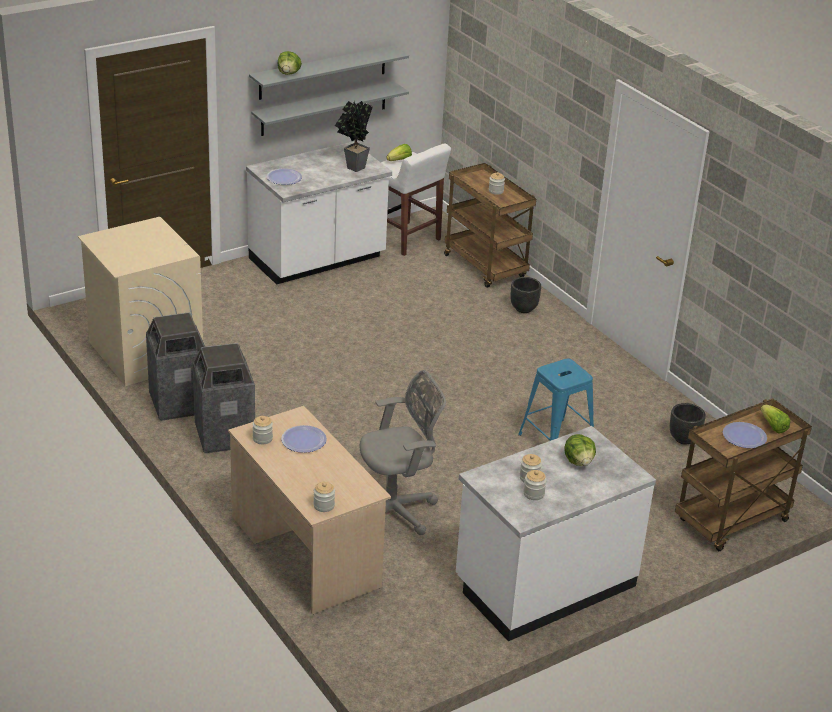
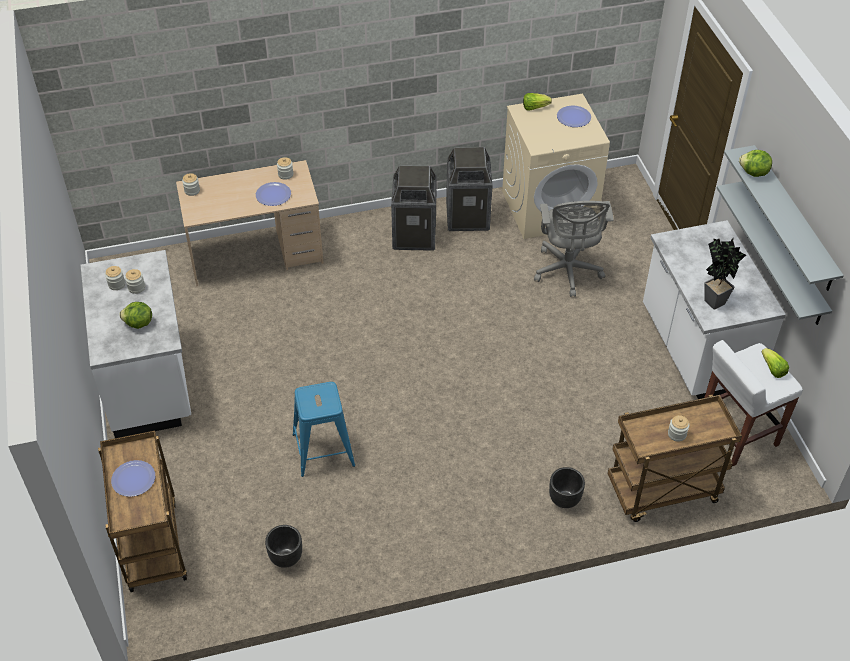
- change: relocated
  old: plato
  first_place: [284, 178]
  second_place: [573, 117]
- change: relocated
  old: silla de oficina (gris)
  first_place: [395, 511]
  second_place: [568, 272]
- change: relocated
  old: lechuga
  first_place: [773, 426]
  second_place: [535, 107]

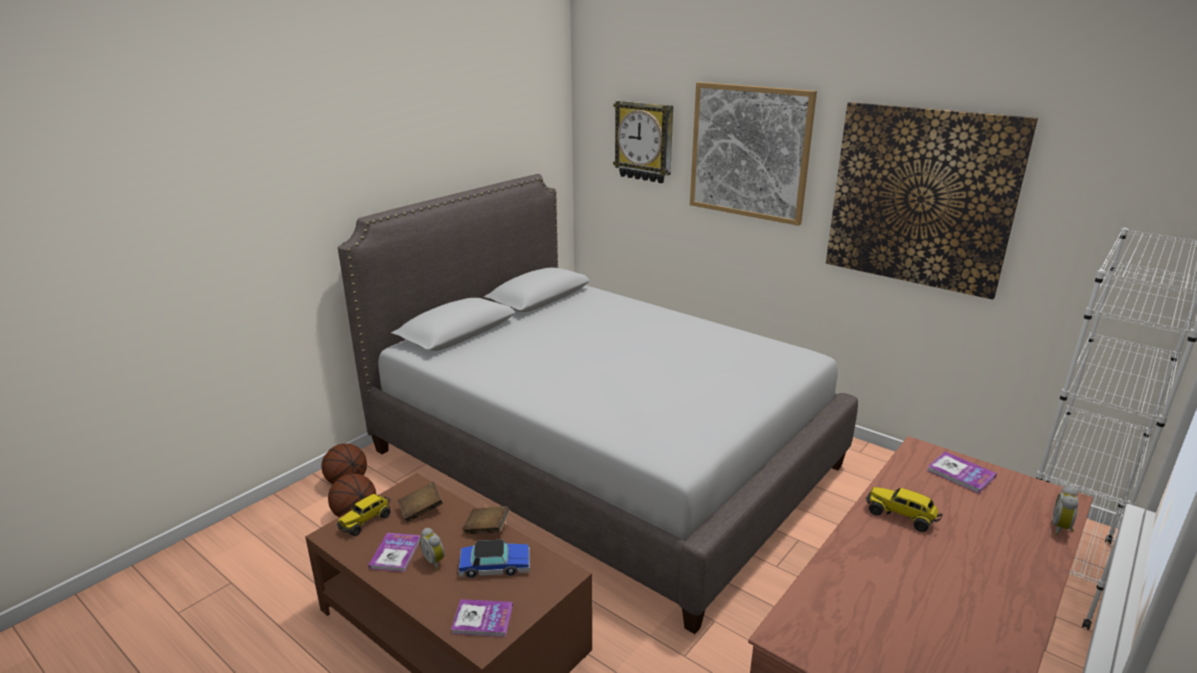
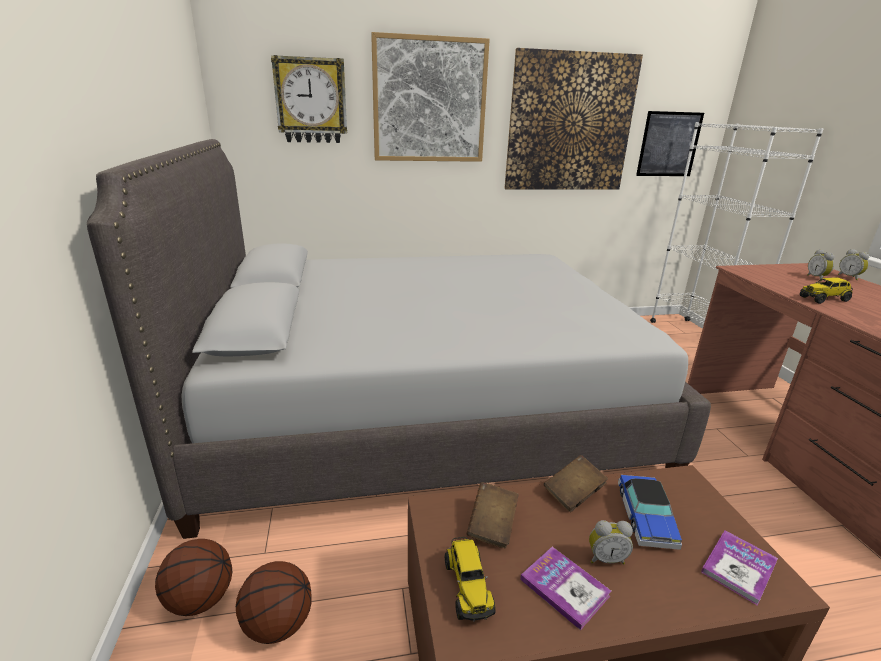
- change: missing
  old: libro
  first_place: [960, 474]
- change: appeared
  new: cuadro
  second_place: [669, 144]
- change: appeared
  new: despertador
  second_place: [817, 278]
- change: spun
  old: coche de juguete
  first_place: [495, 566]
  second_place: [645, 517]
  degrees: 150

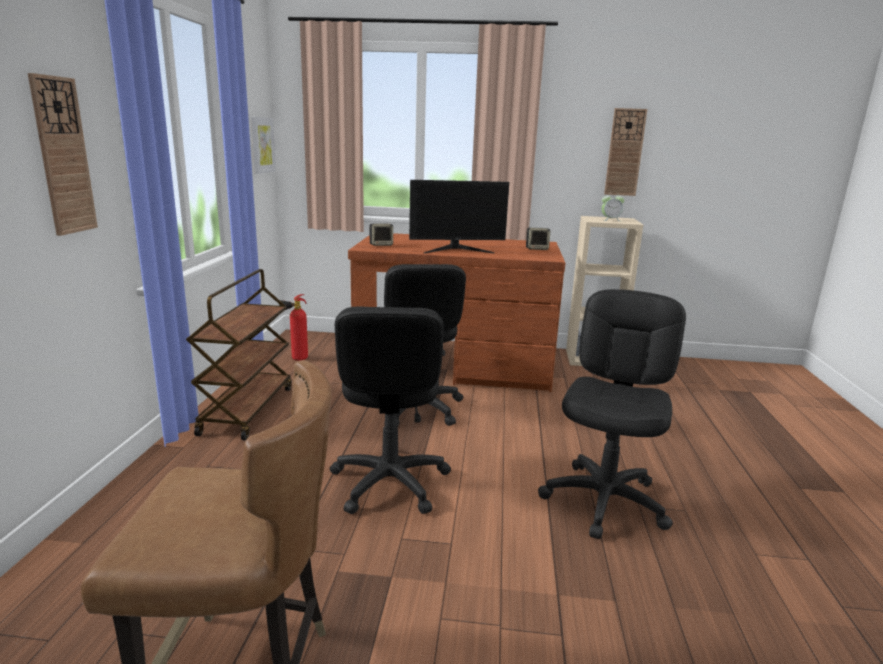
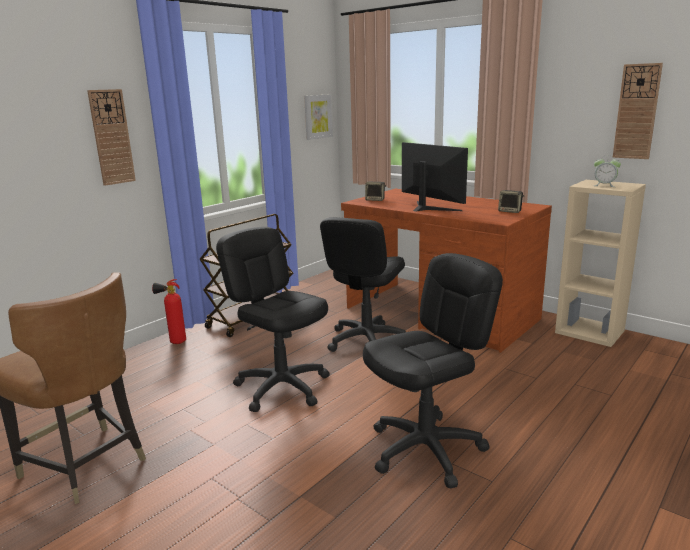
- change: relocated
  old: extintor
  first_place: [296, 360]
  second_place: [174, 342]
- change: spun
  old: silla de oficina (negro)
  first_place: [389, 482]
  second_place: [282, 387]
  degrees: 105
- change: spun
  old: monitor
  first_place: [456, 250]
  second_place: [428, 208]
  degrees: -150

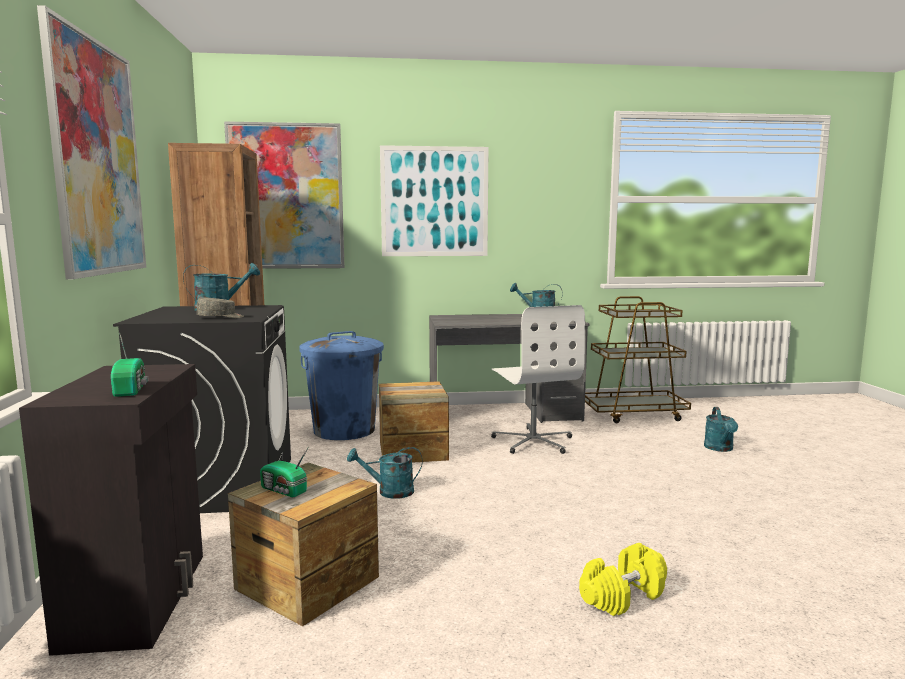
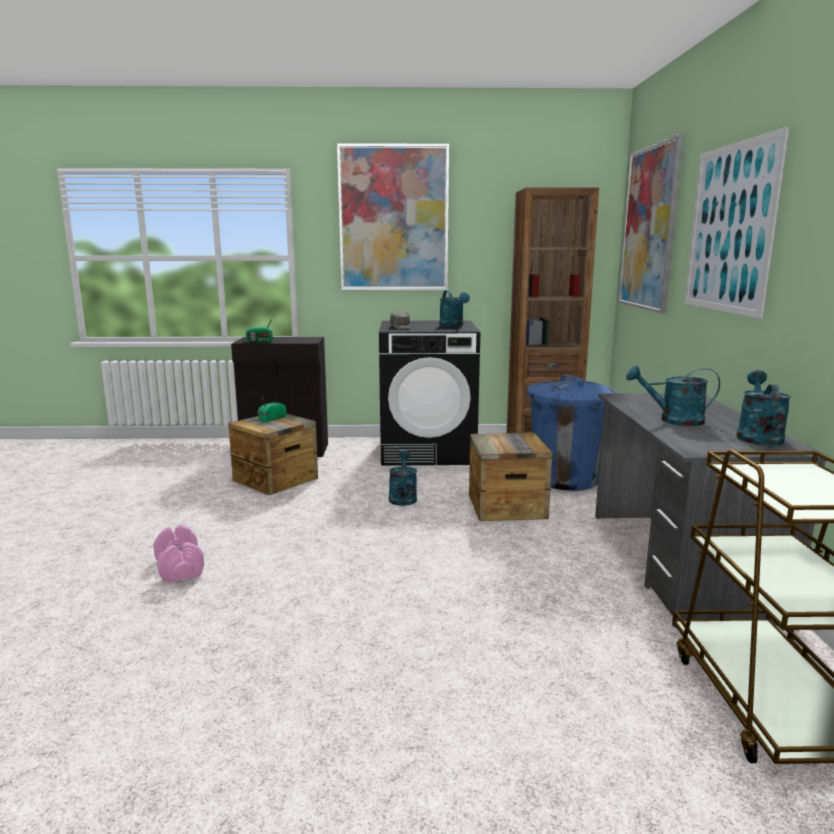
- change: missing
  old: silla de oficina (blanco)
  first_place: [533, 441]
- change: relocated
  old: regadera (turquesa)
  first_place: [720, 449]
  second_place: [673, 420]
- change: colour
  old: mancuerna (amarillo)
  new: mancuerna (rosa)
  first_place: [623, 596]
  second_place: [179, 568]

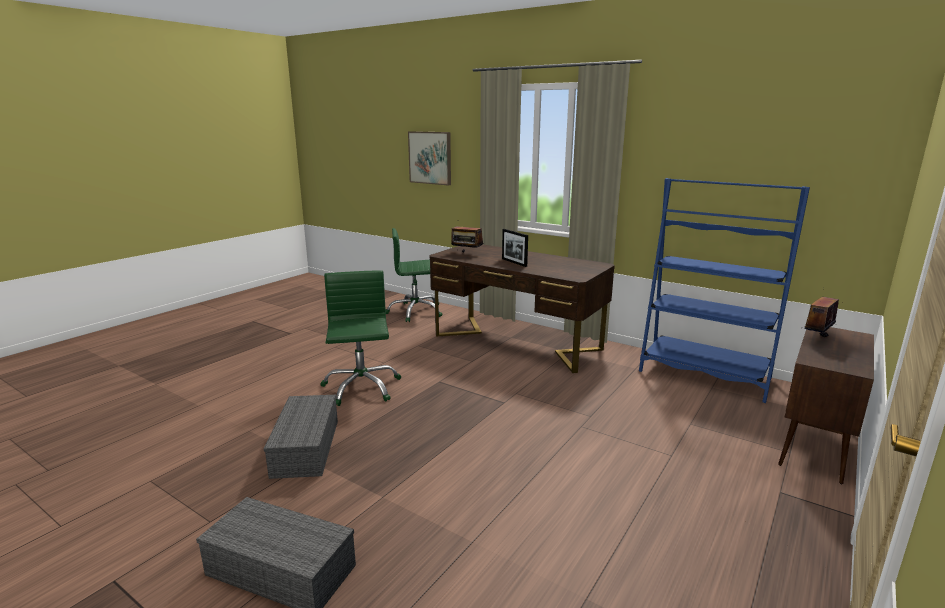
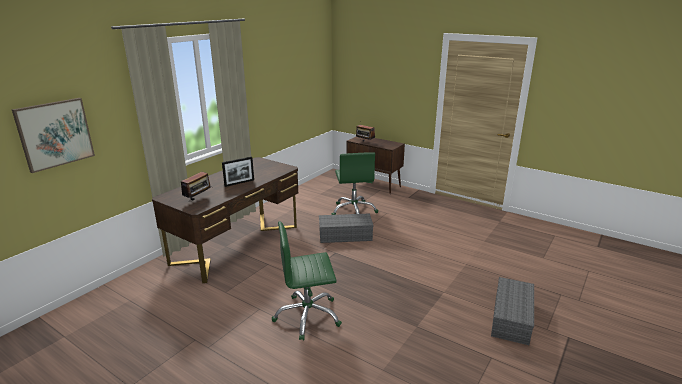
- change: missing
  old: estantería (azul)
  first_place: [704, 375]
- change: relocated
  old: caja de almacenaje (gris)
  first_place: [307, 448]
  second_place: [346, 235]
- change: relocated
  old: silla de oficina (verde)
  first_place: [415, 312]
  second_place: [354, 211]

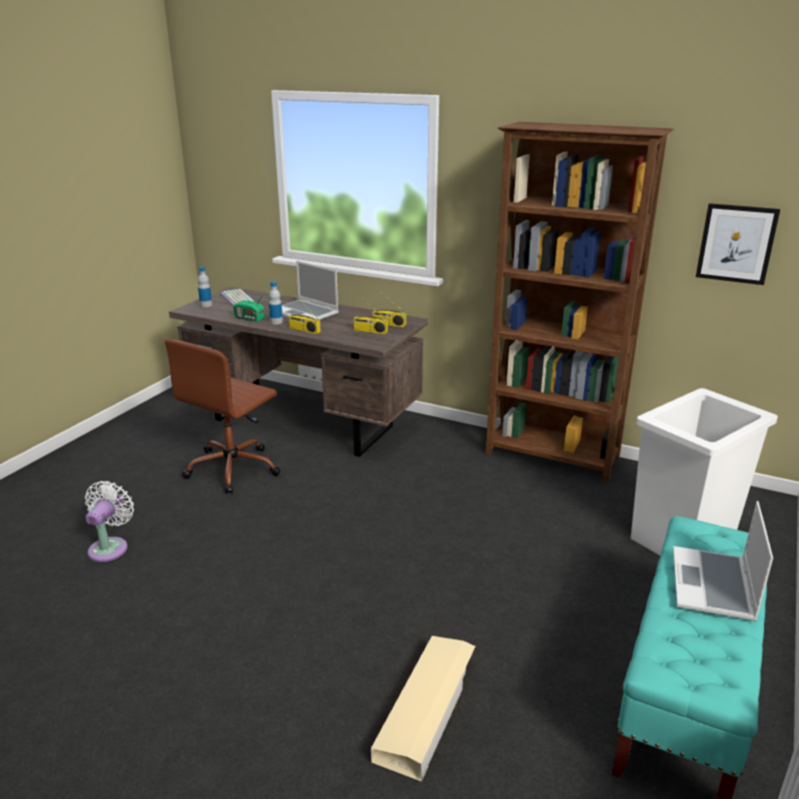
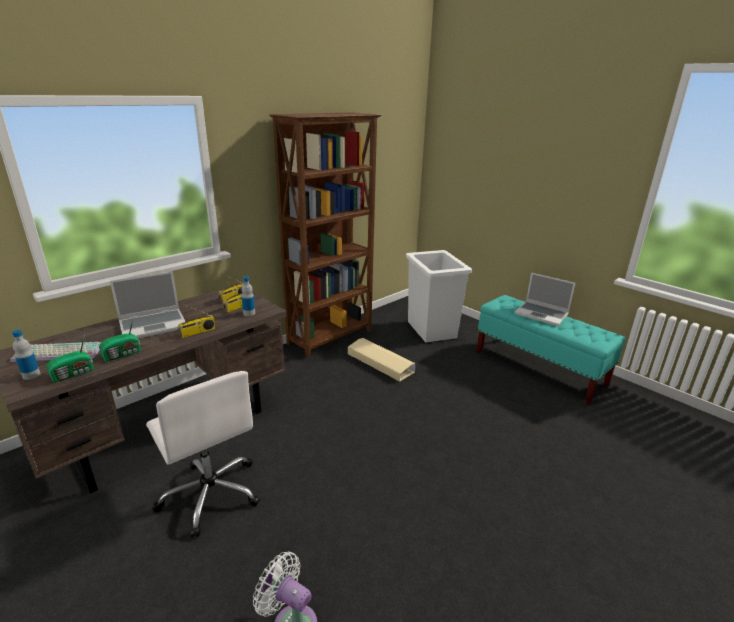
- change: missing
  old: cuadro
  first_place: [736, 243]
- change: appeared
  new: radio
  second_place: [74, 373]
- change: relocated
  old: botella
  first_place: [276, 322]
  second_place: [249, 313]
- change: relocated
  old: caja de almacenaje (beis)
  first_place: [427, 709]
  second_place: [380, 363]
- change: colour
  old: silla de oficina (marrón)
  new: silla de oficina (blanco)
  first_place: [234, 468]
  second_place: [211, 493]

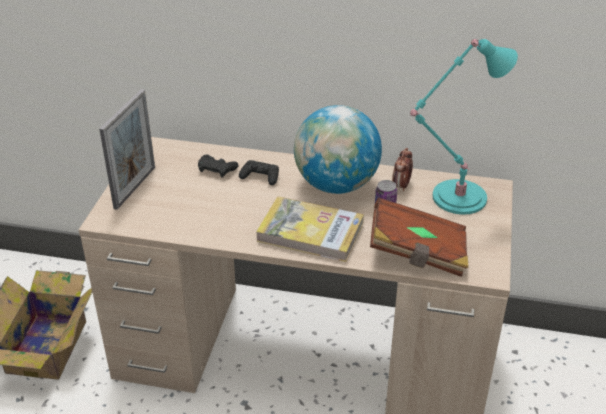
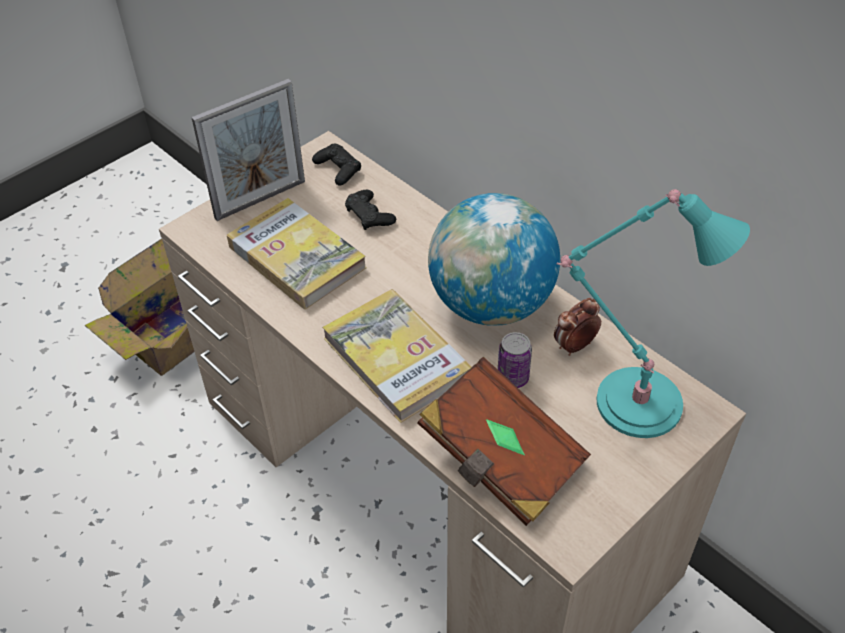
- change: appeared
  new: libro
  second_place: [296, 257]
- change: relocated
  old: mando de consola (negro)
  first_place: [260, 176]
  second_place: [338, 169]

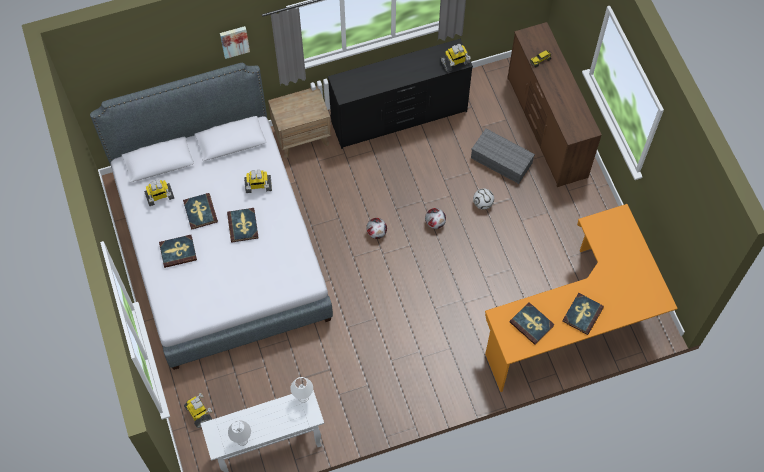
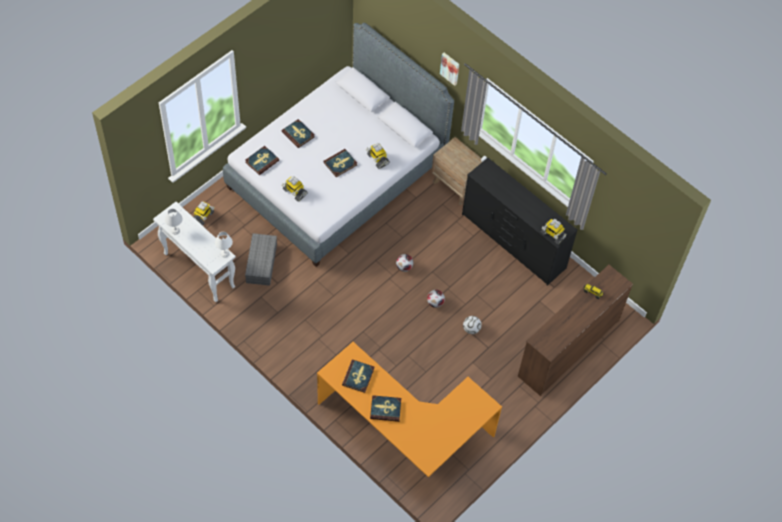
- change: relocated
  old: robot de juguete
  first_place: [159, 197]
  second_place: [294, 192]
- change: relocated
  old: libro
  first_place: [200, 212]
  second_place: [262, 161]
- change: relocated
  old: caja de almacenaje (gris)
  first_place: [500, 160]
  second_place: [261, 263]

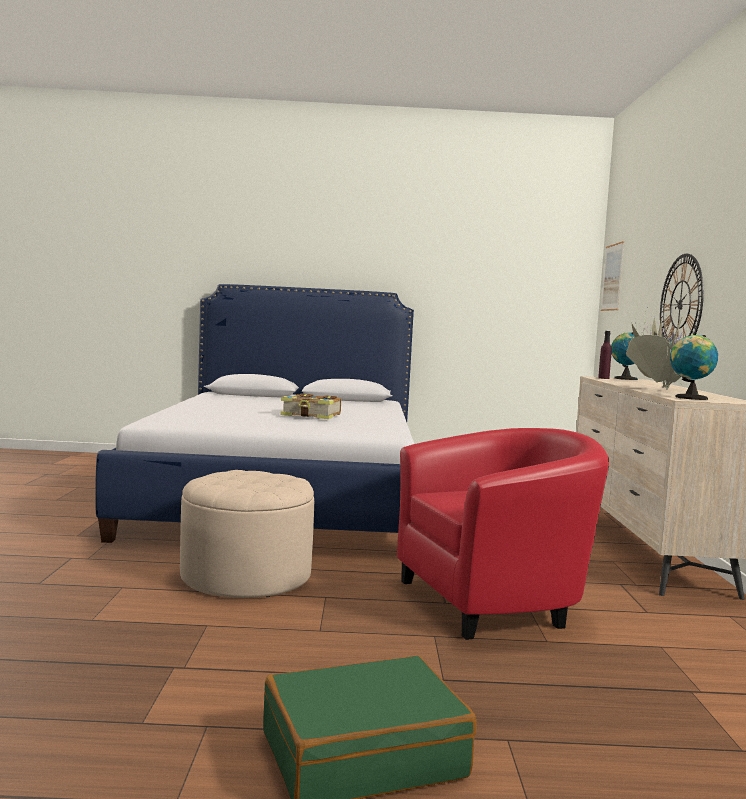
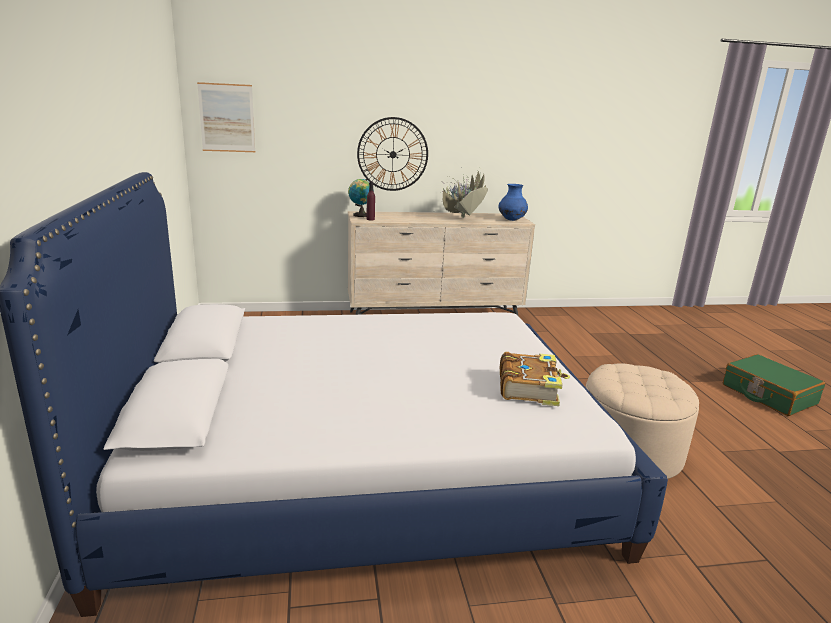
- change: missing
  old: sillón (rojo)
  first_place: [496, 602]
- change: relocated
  old: libro
  first_place: [312, 416]
  second_place: [529, 388]
- change: exchanged
  old: globo terráqueo
  new: florero (azul)
  first_place: [689, 398]
  second_place: [511, 220]

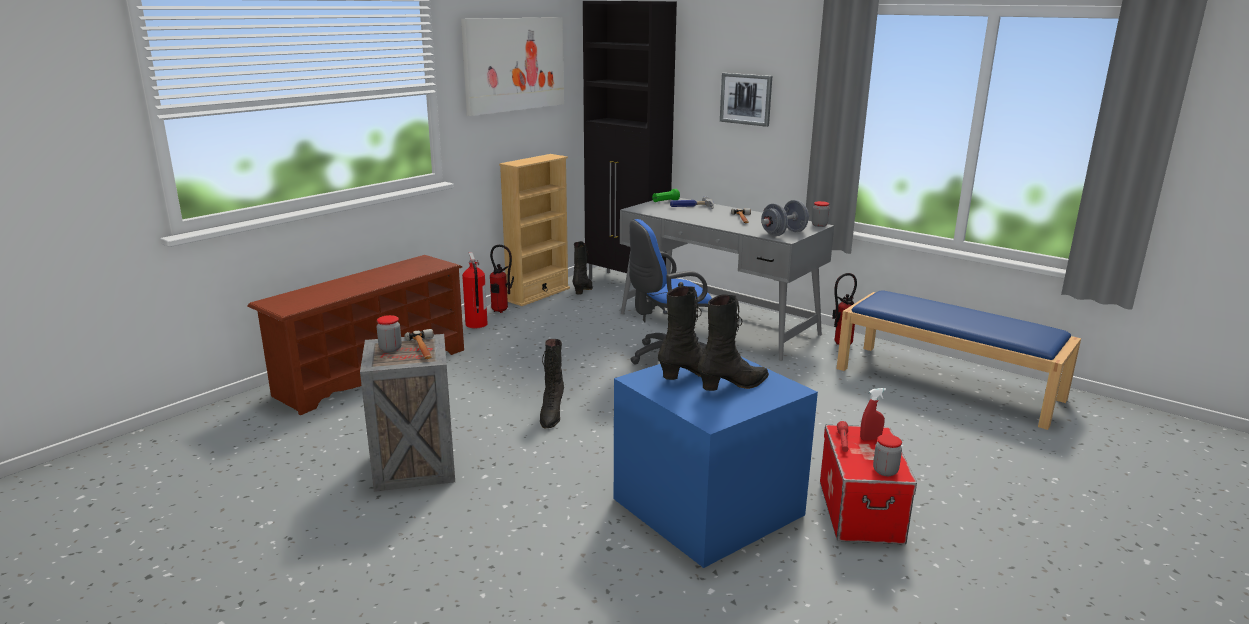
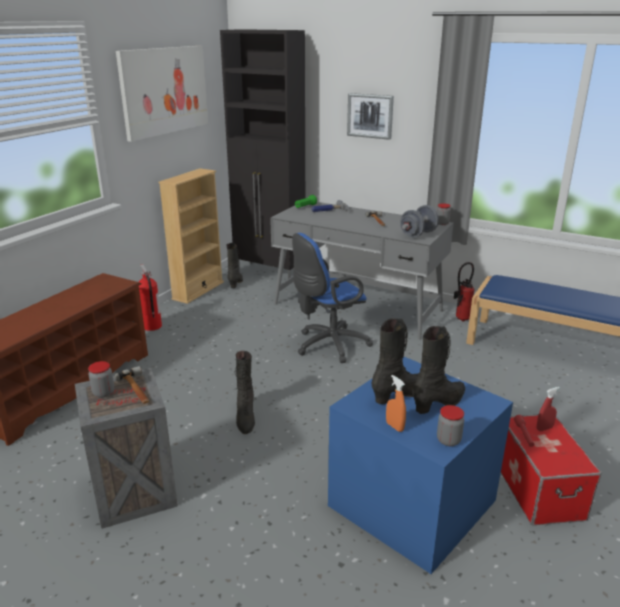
- change: missing
  old: extintor
  first_place: [501, 311]
- change: appeared
  new: pulverizador (naranja)
  second_place: [394, 426]
- change: relocated
  old: tarro
  first_place: [885, 471]
  second_place: [448, 440]

